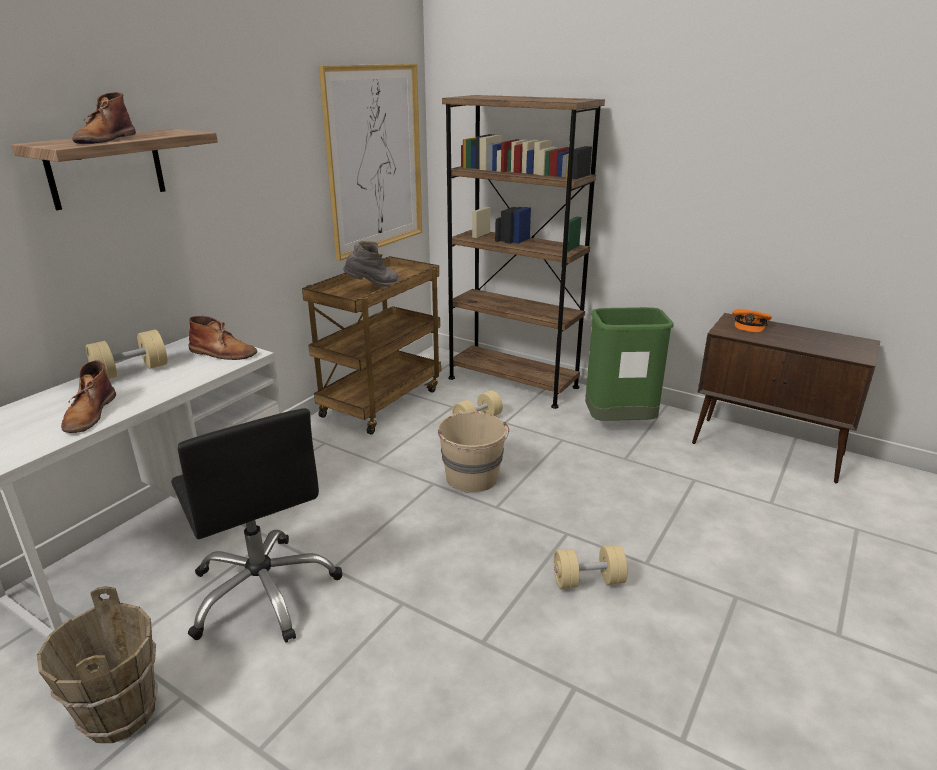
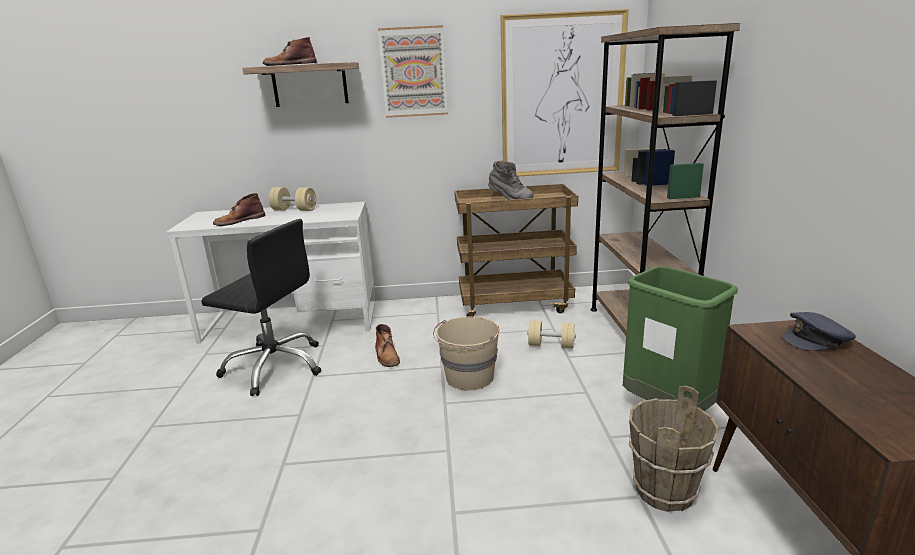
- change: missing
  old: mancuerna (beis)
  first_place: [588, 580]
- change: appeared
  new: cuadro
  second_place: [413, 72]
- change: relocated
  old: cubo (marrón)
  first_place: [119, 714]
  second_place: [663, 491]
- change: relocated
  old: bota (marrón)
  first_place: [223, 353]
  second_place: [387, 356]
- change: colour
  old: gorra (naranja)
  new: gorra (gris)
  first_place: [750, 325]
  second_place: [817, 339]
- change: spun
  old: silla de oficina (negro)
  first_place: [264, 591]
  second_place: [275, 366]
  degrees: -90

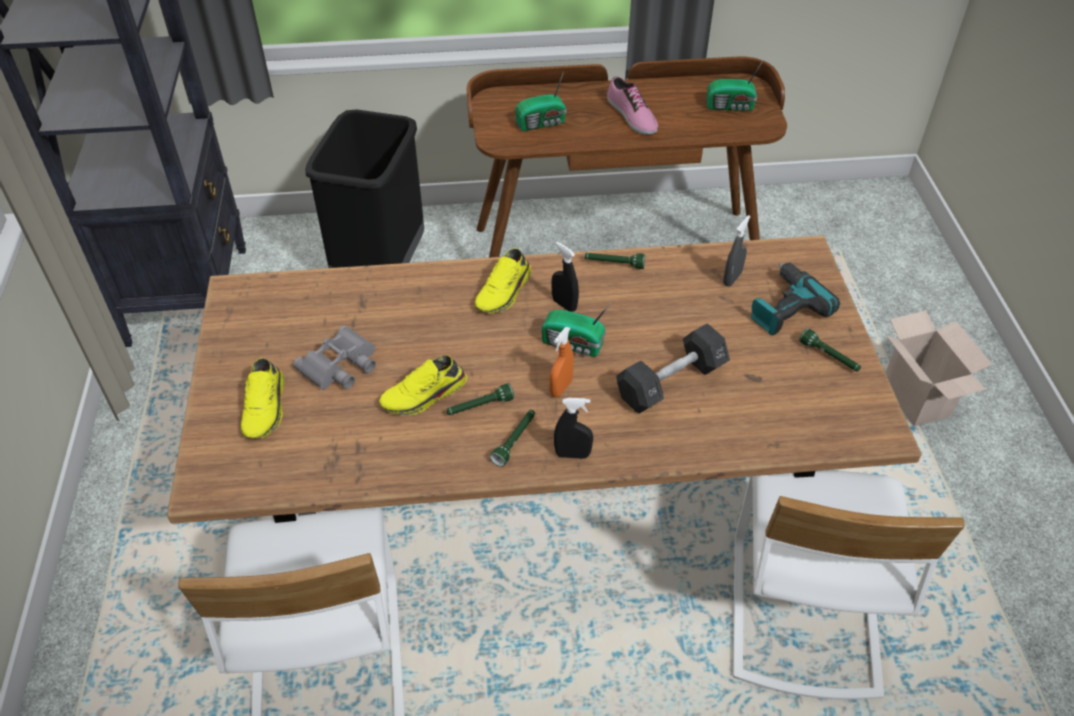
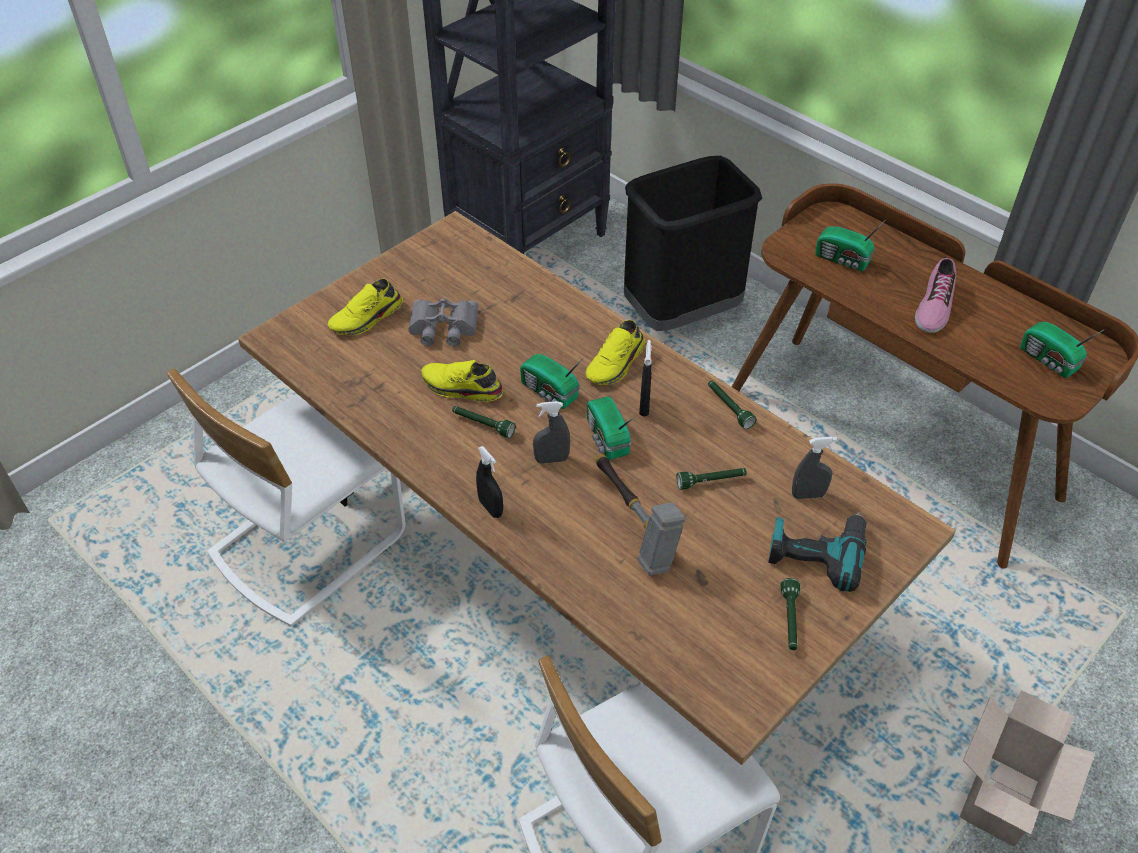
- change: appeared
  new: radio
  second_place: [549, 392]
- change: relocated
  old: linterna (verde)
  first_place: [515, 441]
  second_place: [711, 482]
- change: exchanged
  old: mancuerna (negro)
  new: martillo
  first_place: [671, 382]
  second_place: [633, 524]
- change: colour
  old: pulverizador (naranja)
  new: pulverizador (gris)
  first_place: [561, 388]
  second_place: [551, 459]
- change: spun
  old: zapato (amarillo)
  first_place: [505, 292]
  second_place: [616, 364]
  degrees: -45

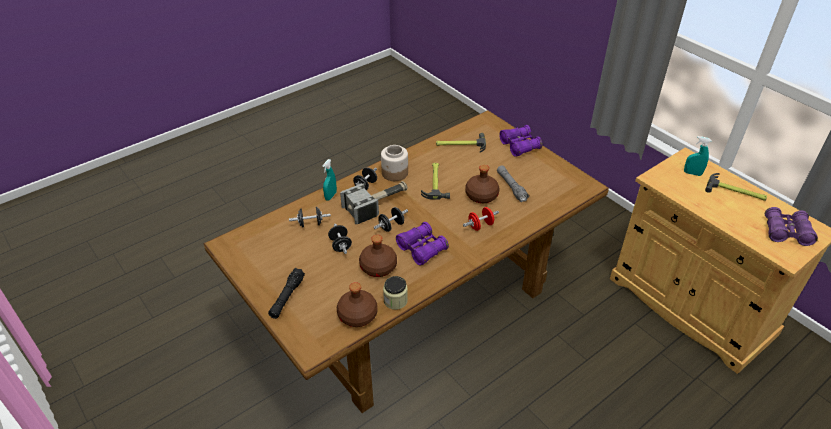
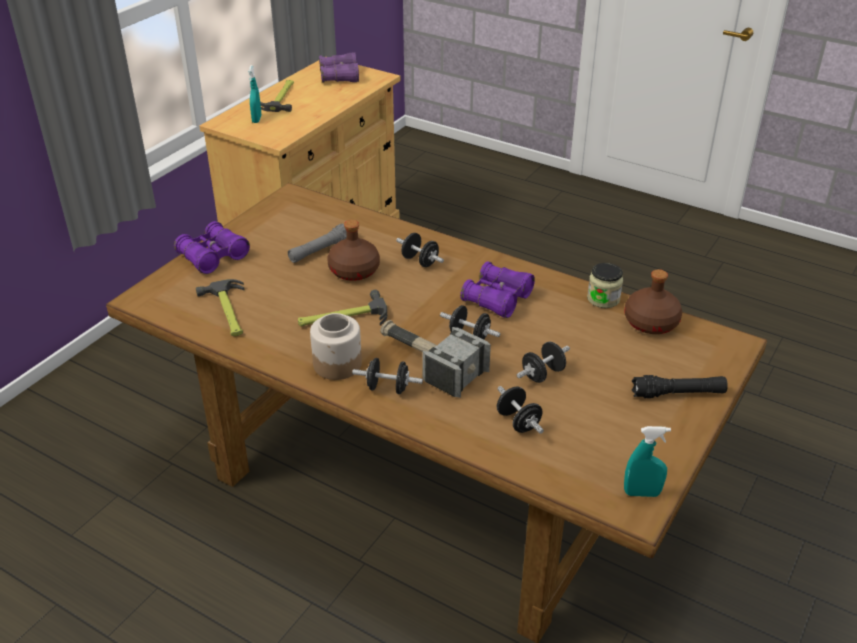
- change: missing
  old: botella (marrón)
  first_place: [378, 267]
- change: relocated
  old: pulverizador (turquesa)
  first_place: [330, 196]
  second_place: [642, 493]
- change: colour
  old: mancuerna (rojo)
  new: mancuerna (negro)
  first_place: [480, 225]
  second_place: [420, 261]

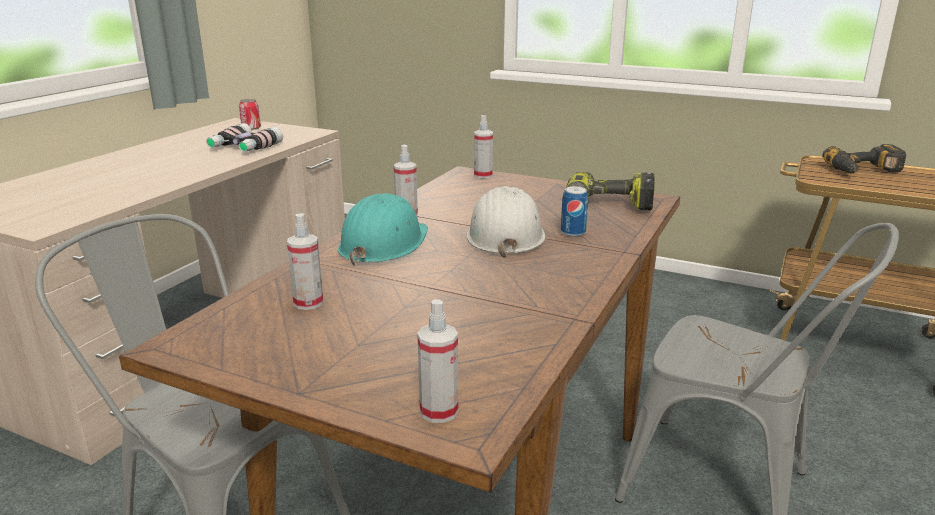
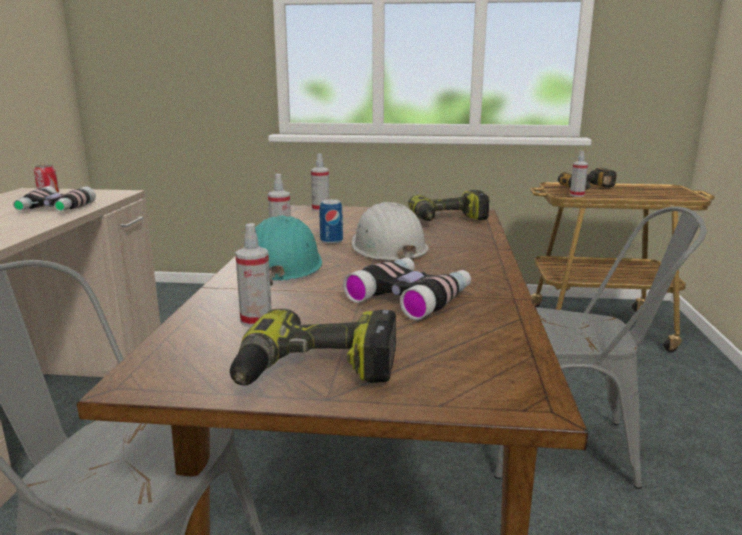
- change: appeared
  new: taladro
  second_place: [316, 372]
- change: appeared
  new: prismáticos
  second_place: [411, 297]
- change: relocated
  old: pulverizador
  first_place: [439, 411]
  second_place: [577, 195]
- change: relocated
  old: lata
  first_place: [573, 232]
  second_place: [331, 241]

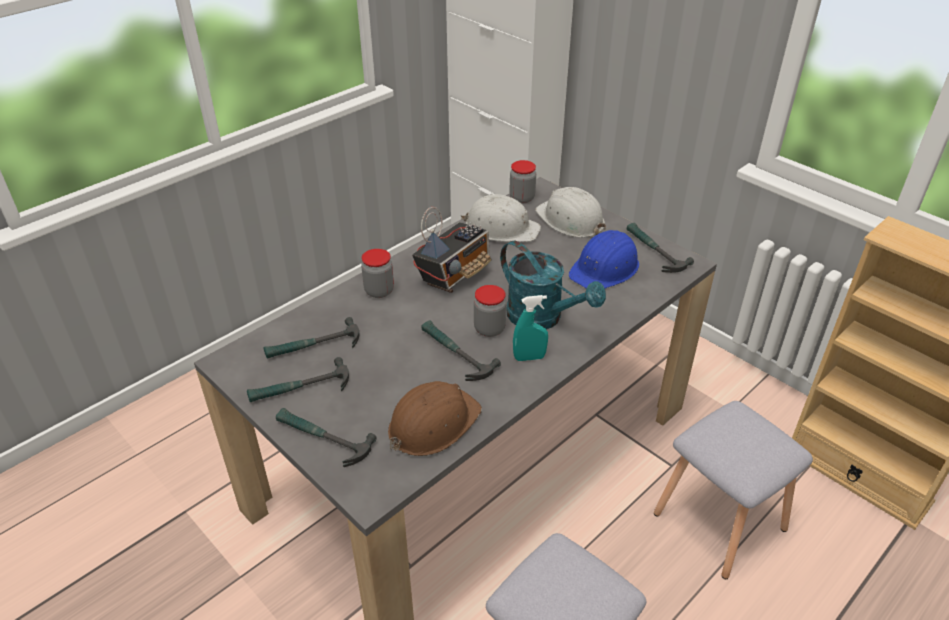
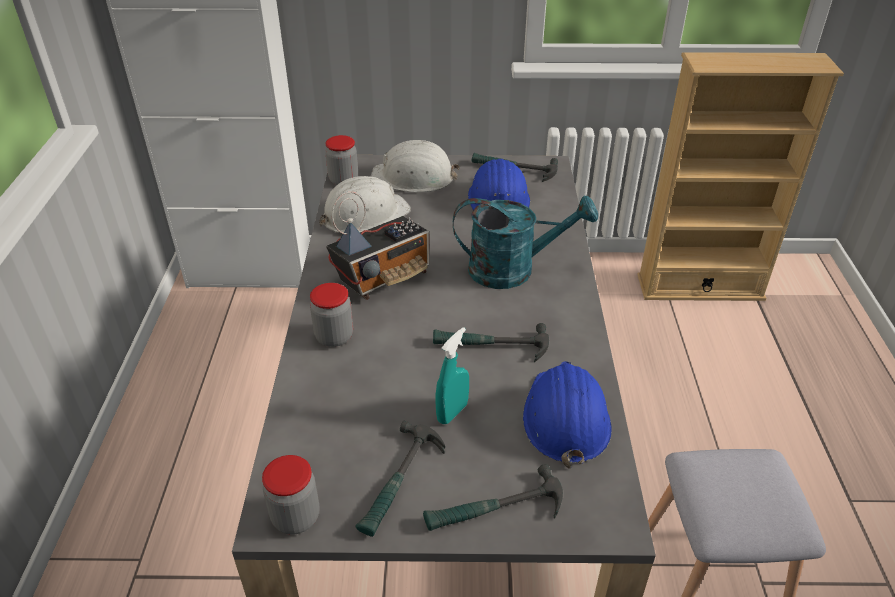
- change: missing
  old: martillo
  first_place: [313, 346]
- change: missing
  old: taburete (gris)
  first_place: [719, 523]
- change: relocated
  old: tarro
  first_place: [489, 329]
  second_place: [296, 517]
- change: relocated
  old: pulverizador (turquesa)
  first_place: [529, 357]
  second_place: [452, 412]
- change: colour
  old: casco (marrón)
  new: casco (azul)
  first_place: [432, 423]
  second_place: [565, 418]
- change: spun
  old: radio
  first_place: [455, 274]
  second_place: [384, 278]
  degrees: 60

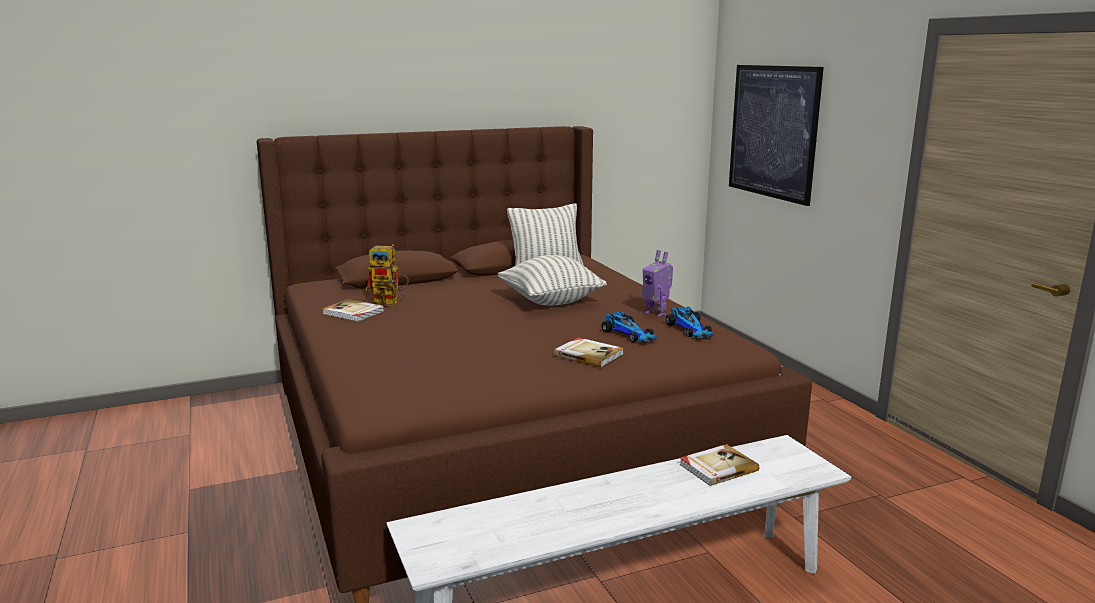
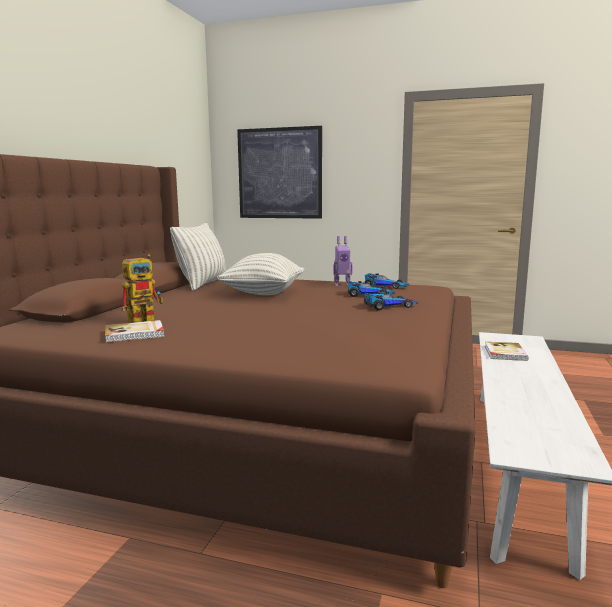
- change: exchanged
  old: libro
  new: coche de juguete
  first_place: [589, 354]
  second_place: [389, 306]

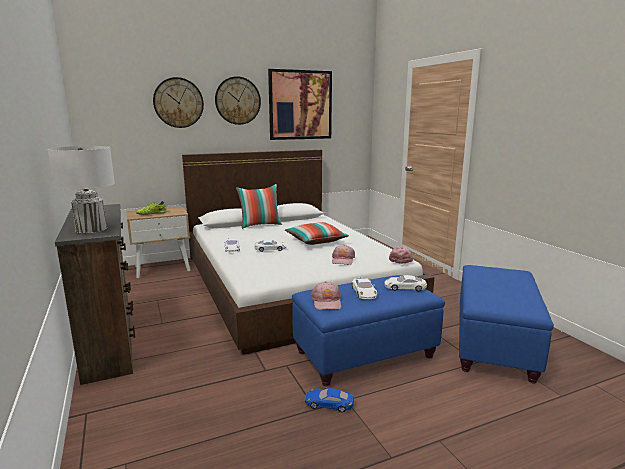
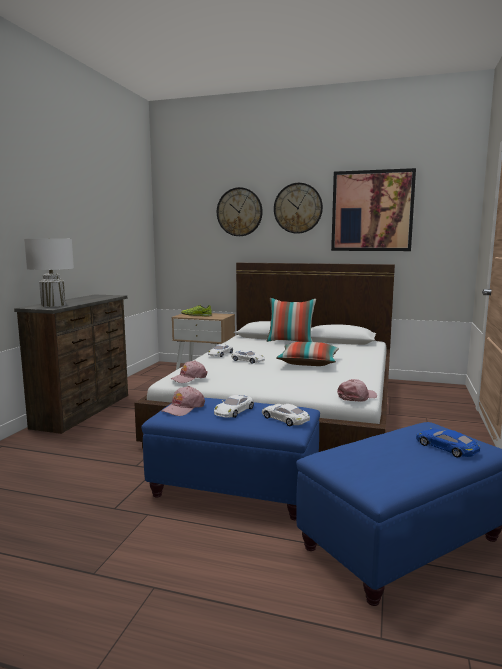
- change: relocated
  old: coche de juguete (azul)
  first_place: [329, 403]
  second_place: [446, 447]
- change: relocated
  old: gorra (rosa)
  first_place: [343, 260]
  second_place: [189, 378]

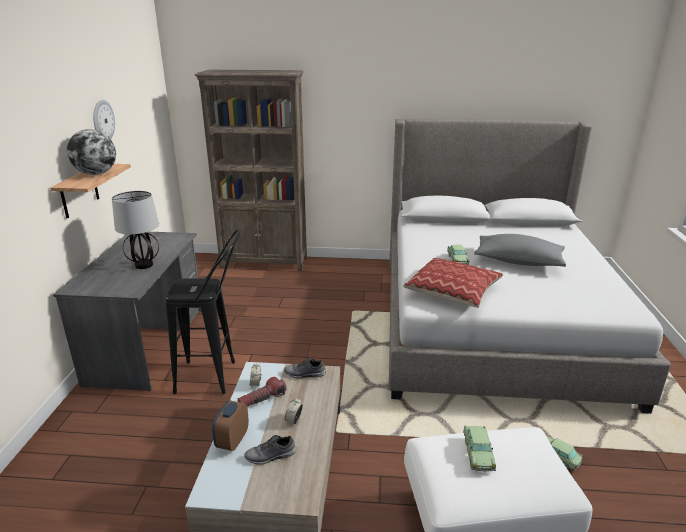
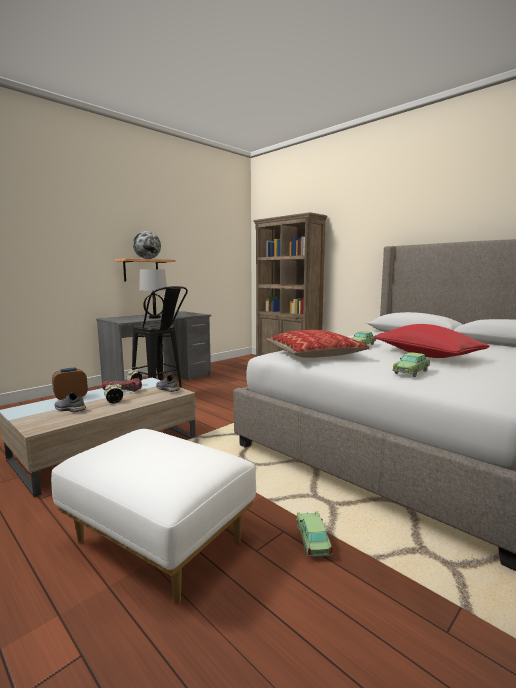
- change: missing
  old: reloj de pared
  first_place: [103, 120]
- change: relocated
  old: coche de juguete
  first_place: [478, 453]
  second_place: [411, 372]
- change: colour
  old: cojín (gris)
  new: cojín (rojo)
  first_place: [518, 261]
  second_place: [426, 355]

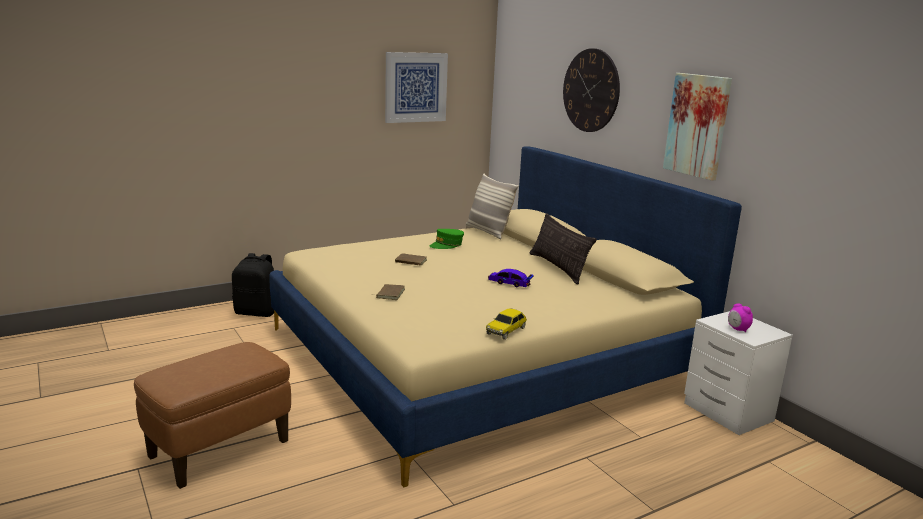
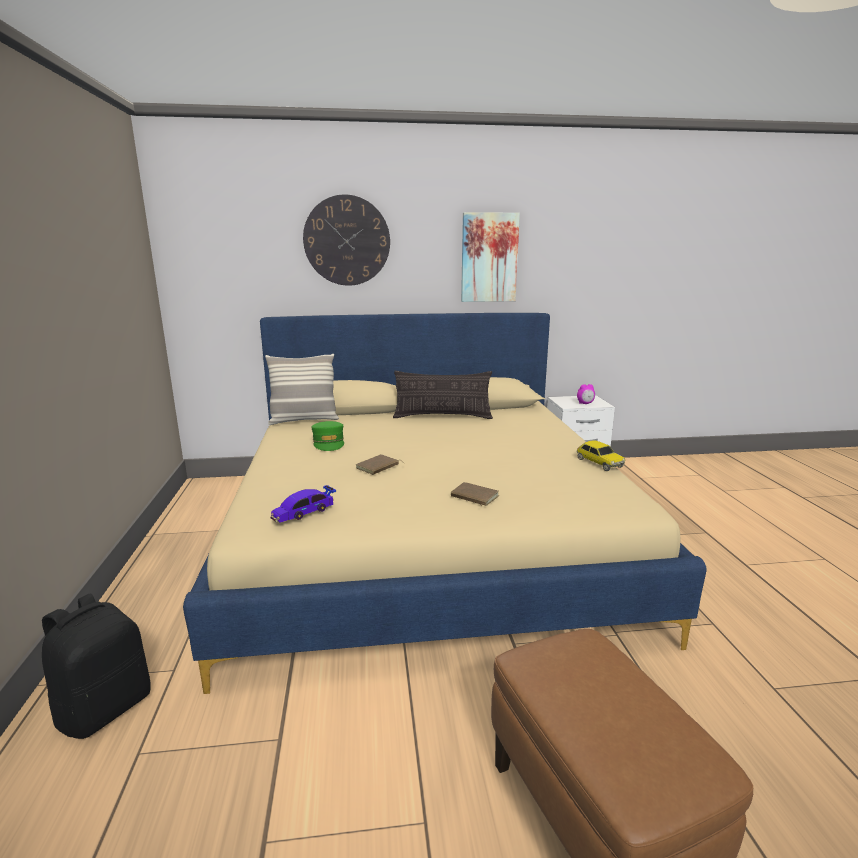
- change: missing
  old: cuadro
  first_place: [416, 87]
- change: relocated
  old: coche de juguete
  first_place: [509, 283]
  second_place: [304, 512]

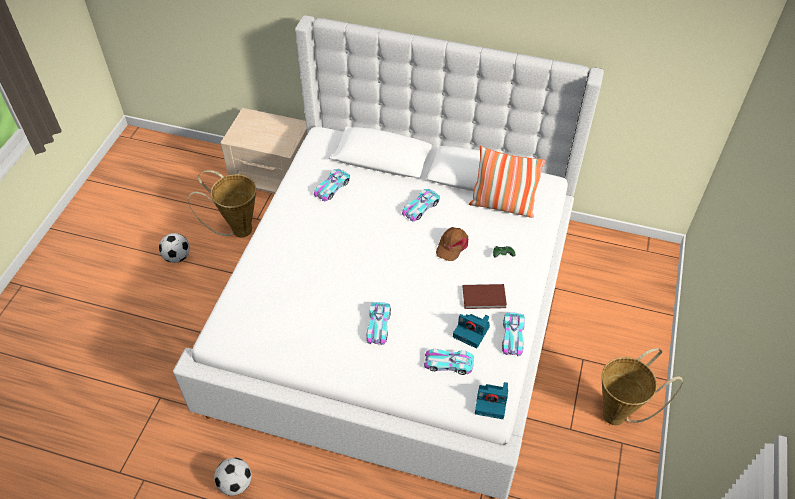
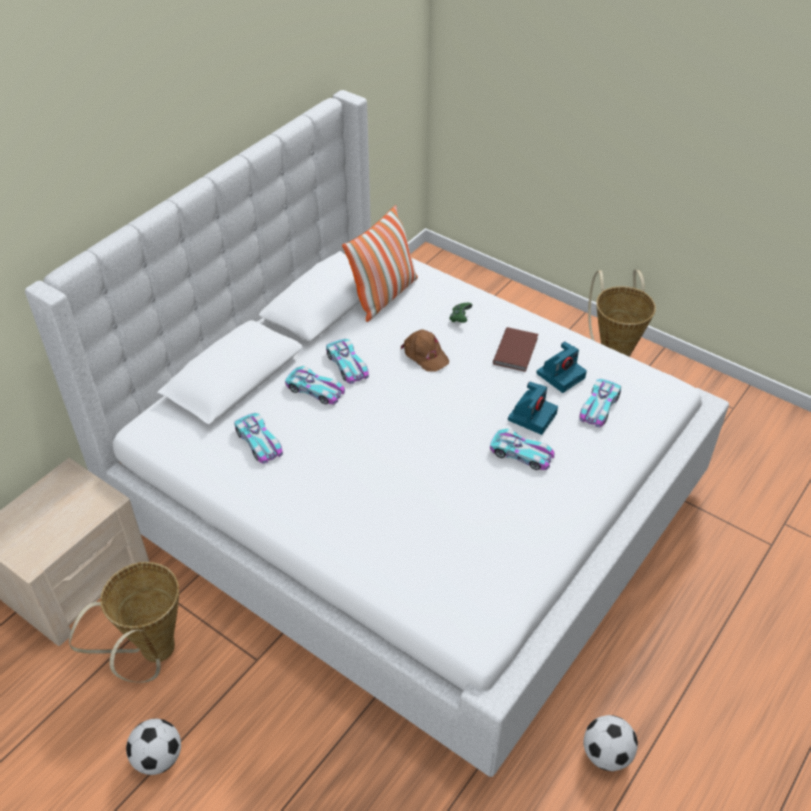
- change: relocated
  old: cámara
  first_place: [492, 402]
  second_place: [532, 416]
- change: relocated
  old: coche de juguete
  first_place: [512, 336]
  second_place: [315, 390]

